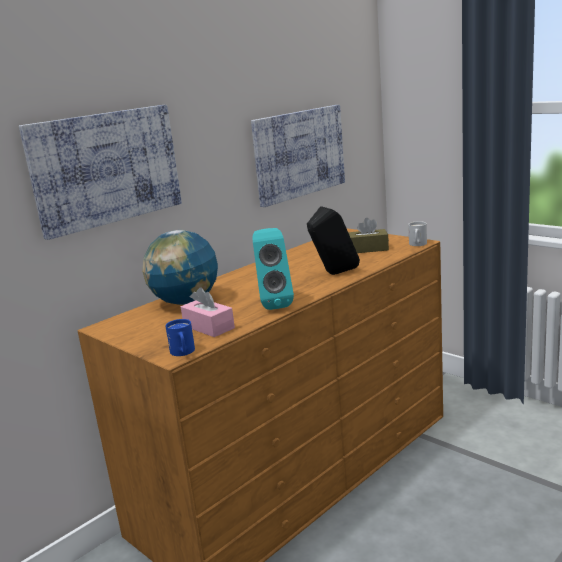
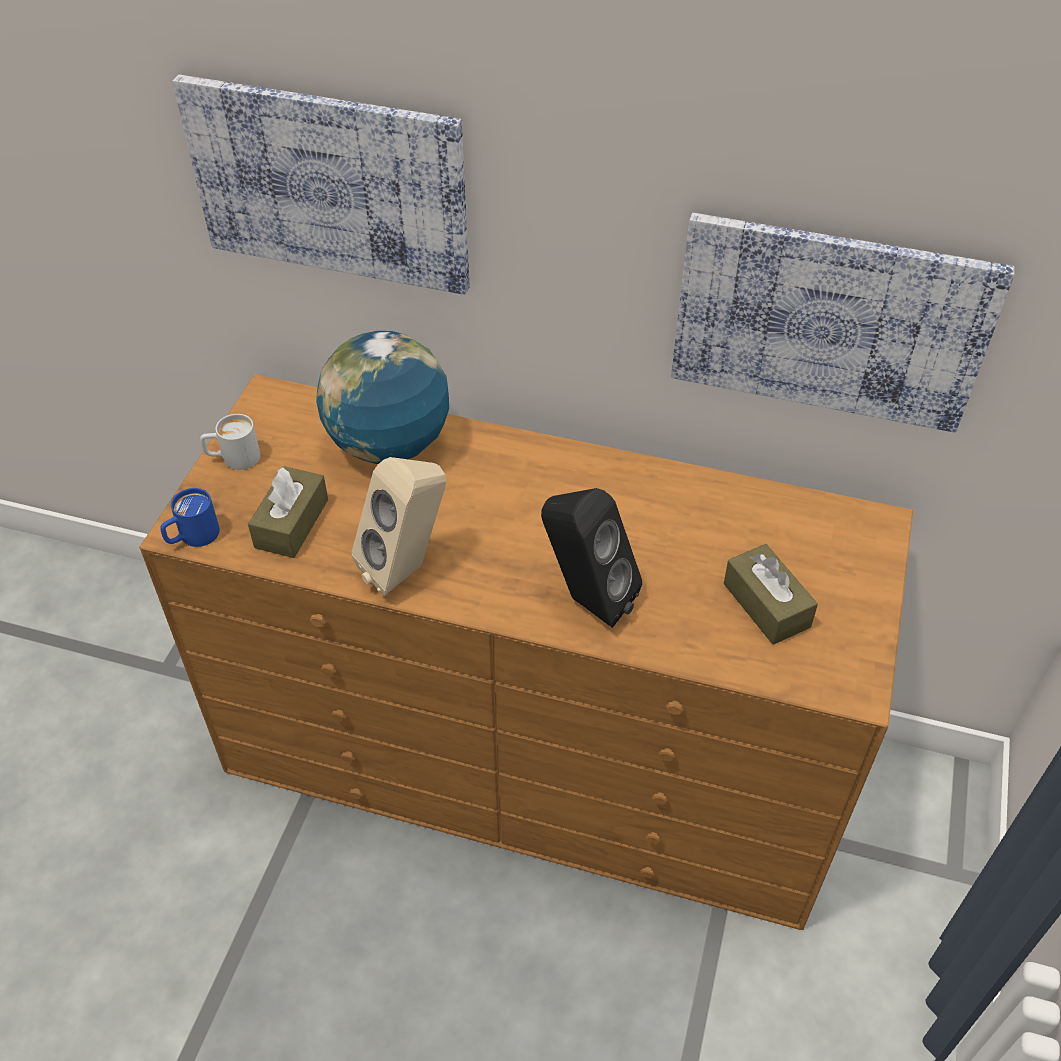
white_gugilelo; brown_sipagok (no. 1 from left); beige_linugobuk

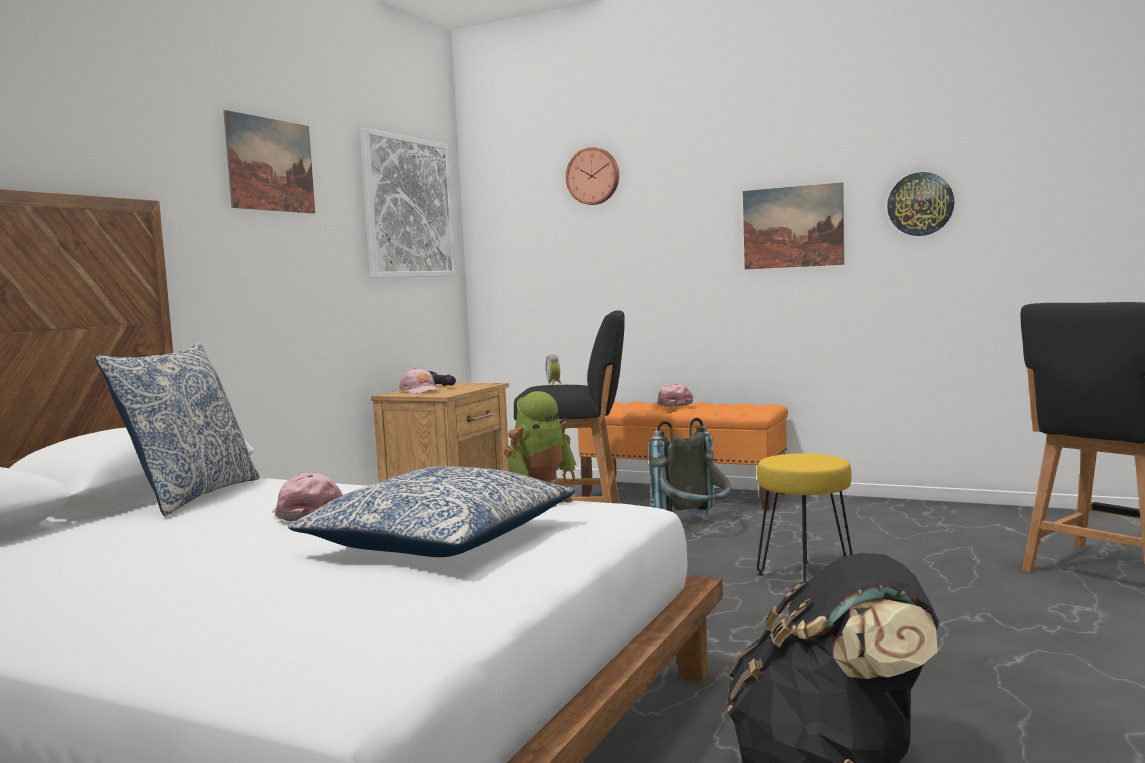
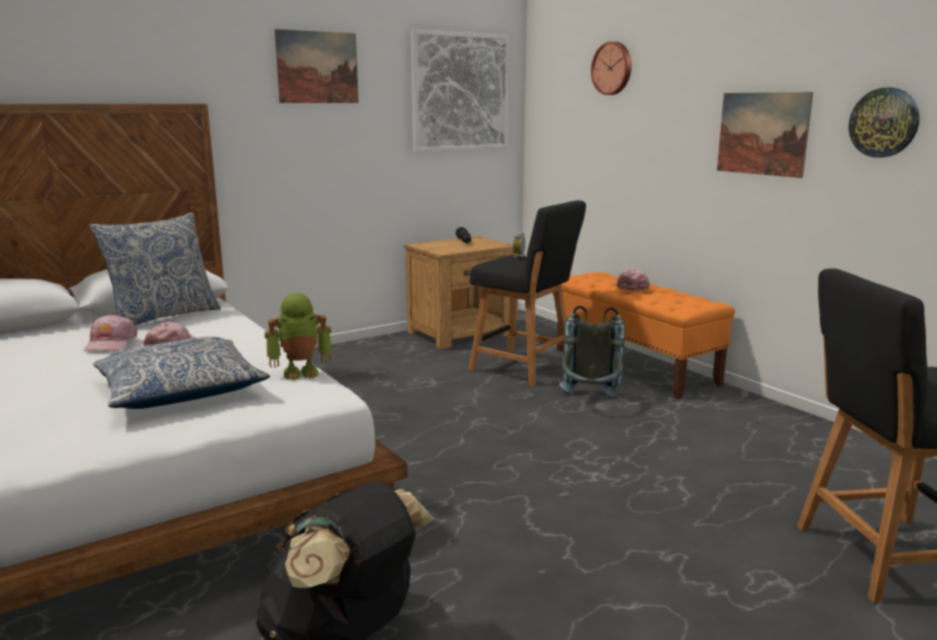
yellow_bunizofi; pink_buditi (no. 1 from left)

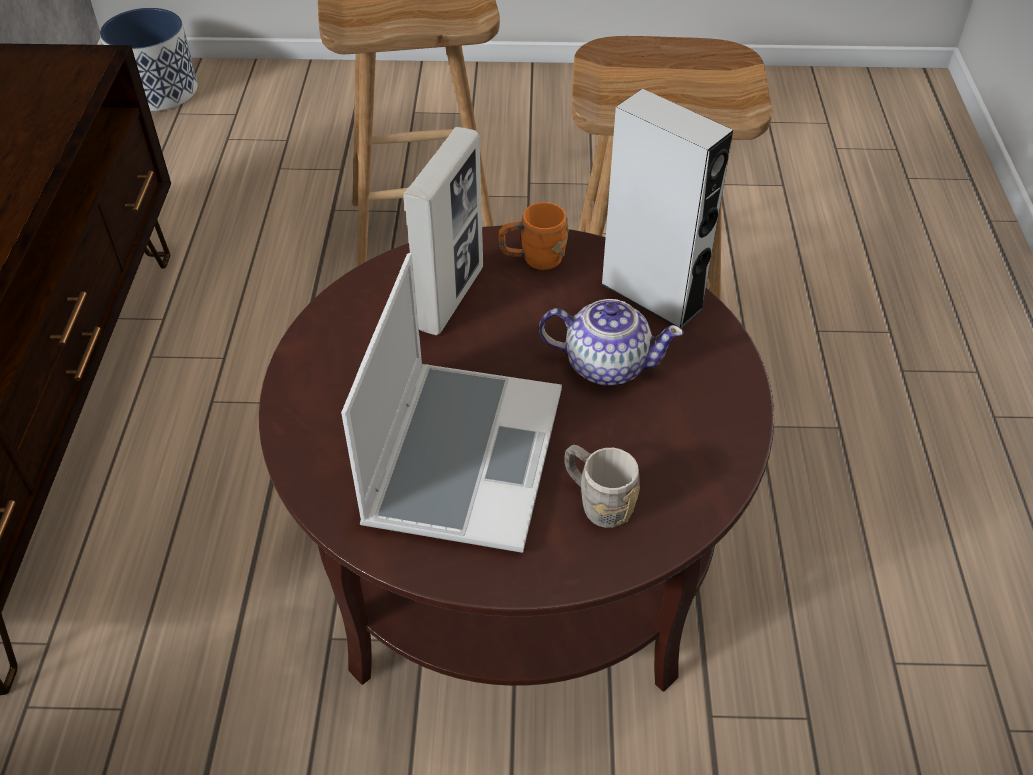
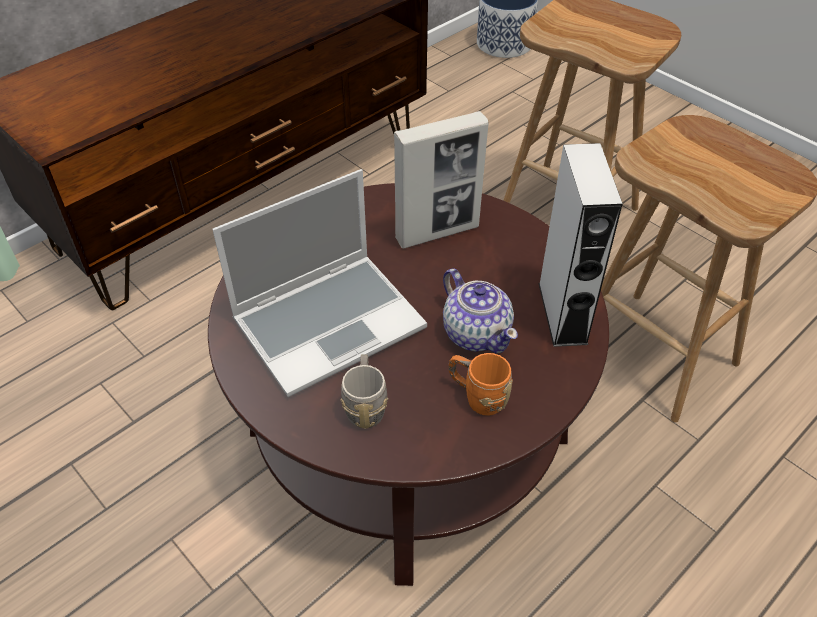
orange_gugilelo

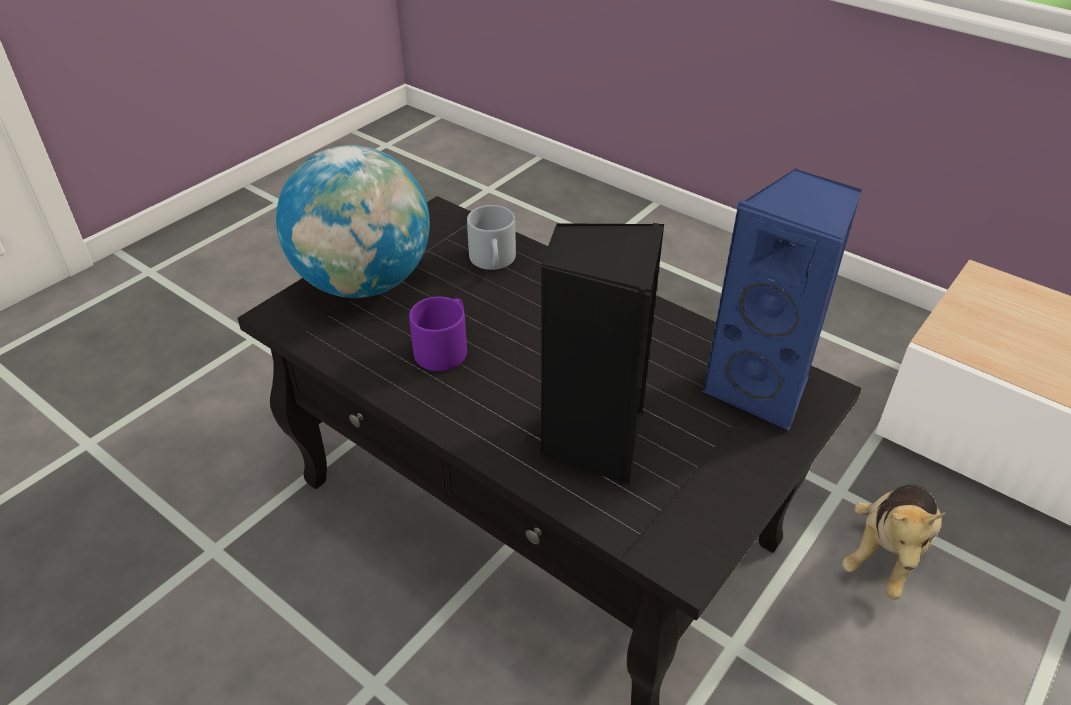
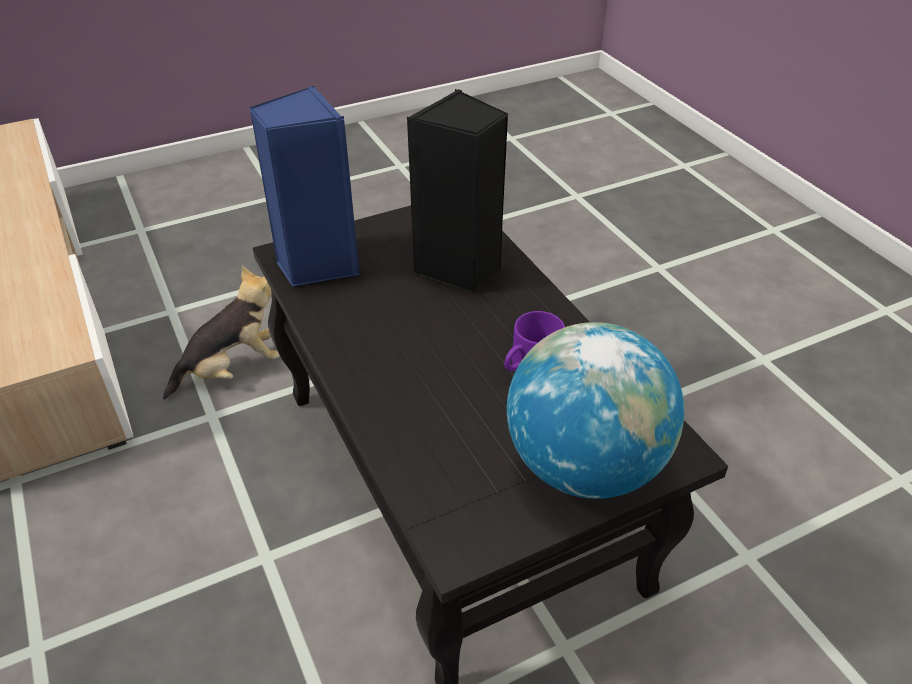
grey_gugilelo

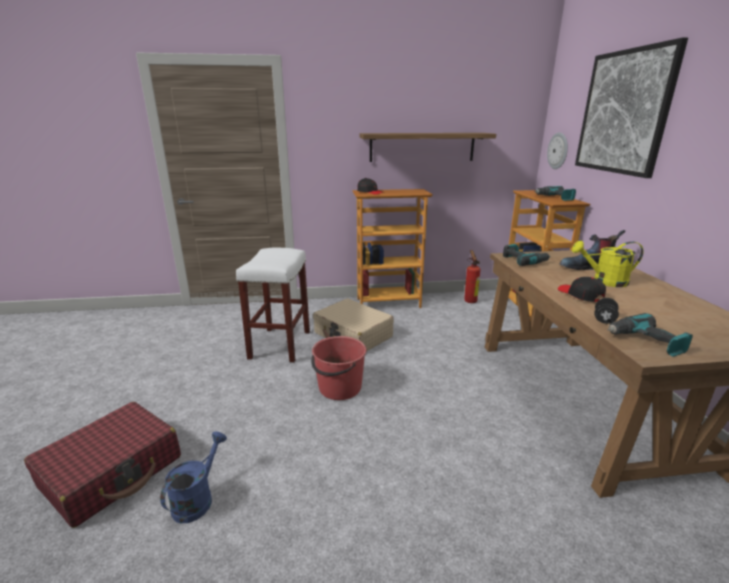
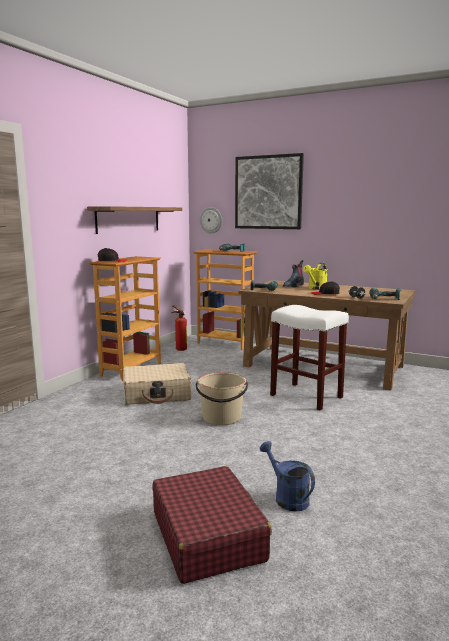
white_bunizofi; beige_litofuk

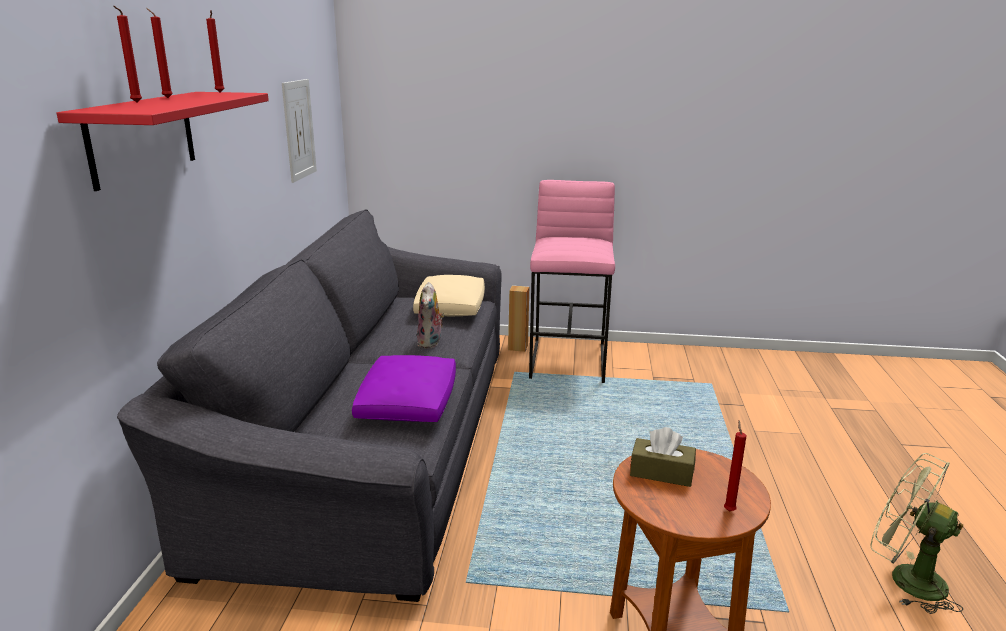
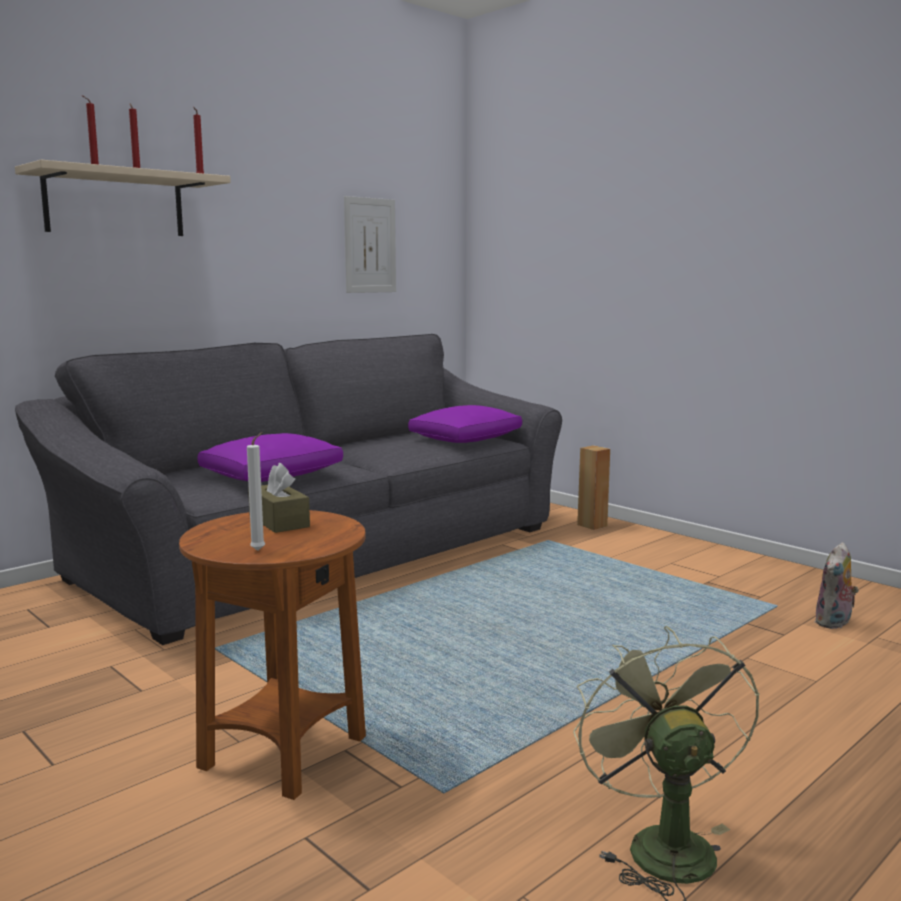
pink_bunizofi; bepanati; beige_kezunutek; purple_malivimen (no. 2 from left); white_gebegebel

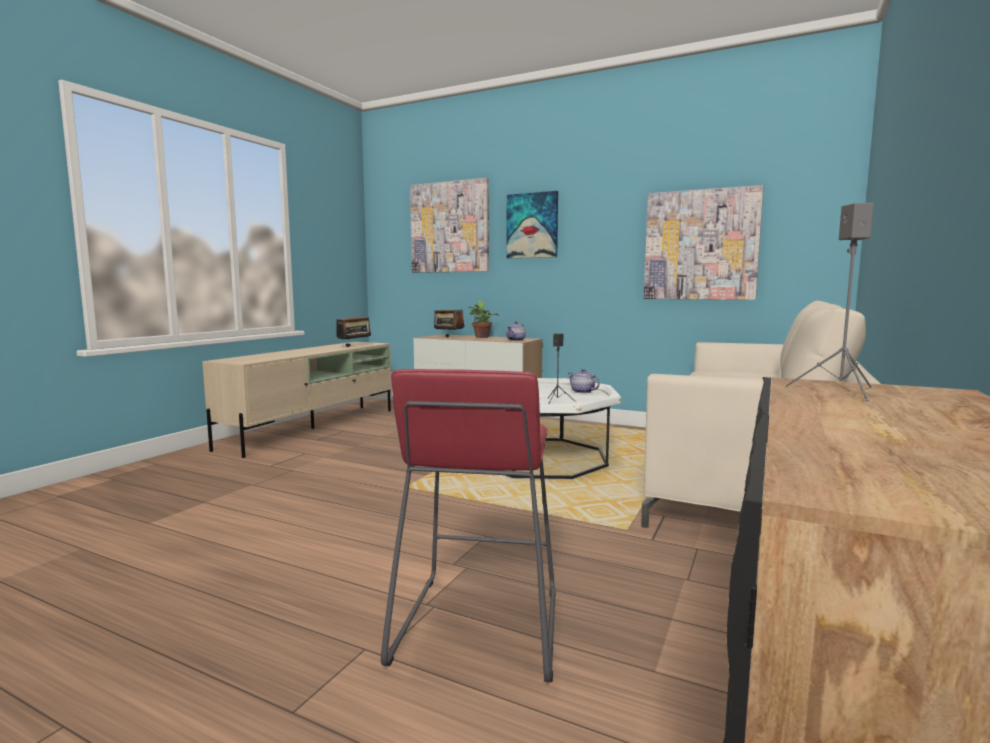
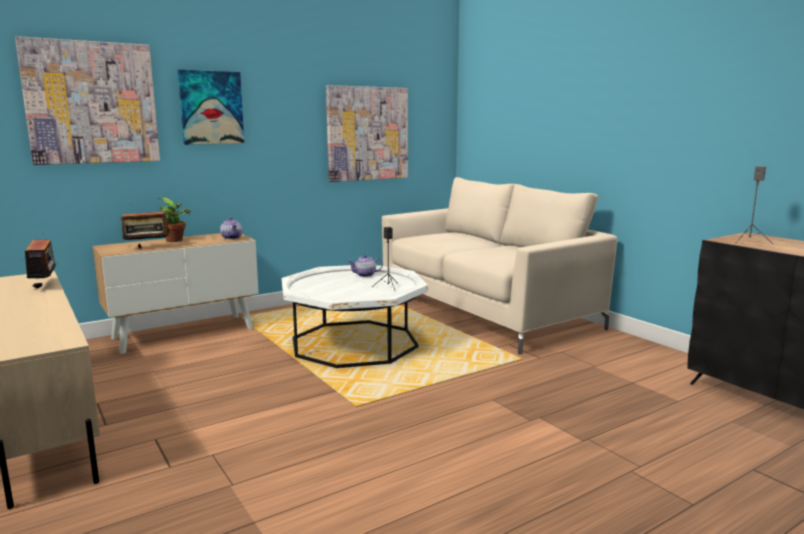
red_bunizofi

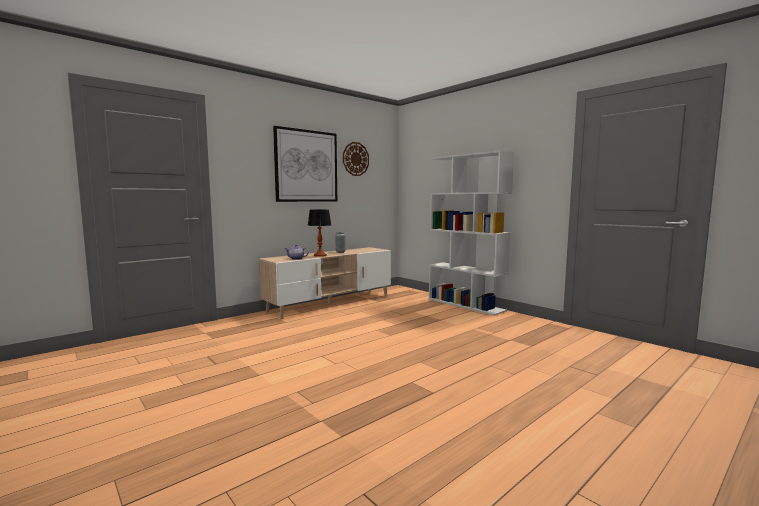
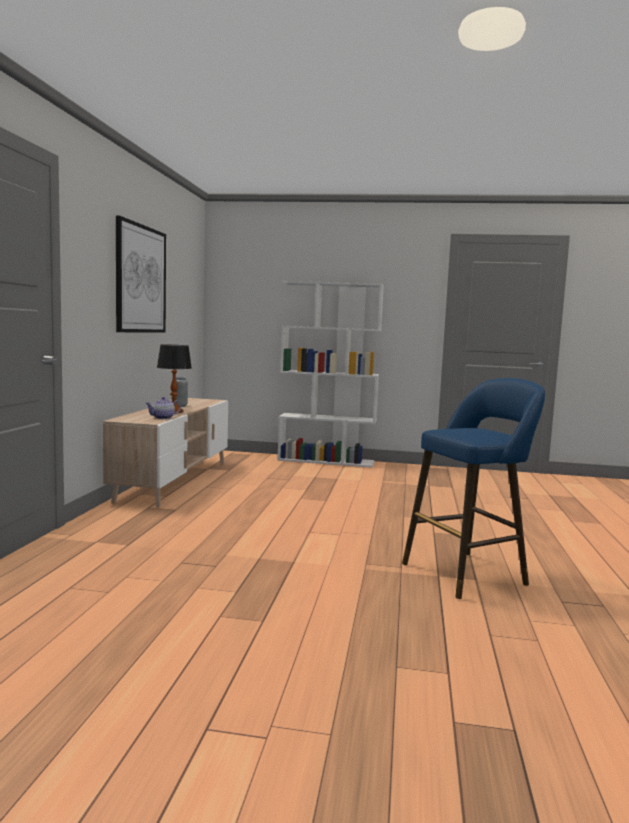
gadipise; blue_bunizofi

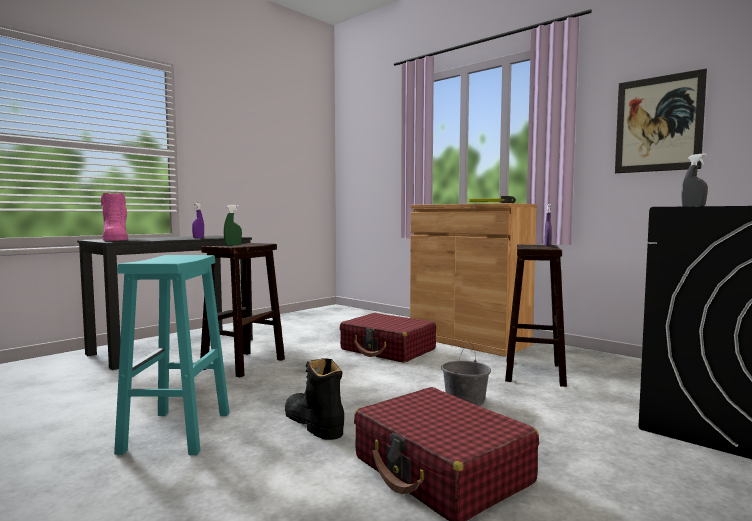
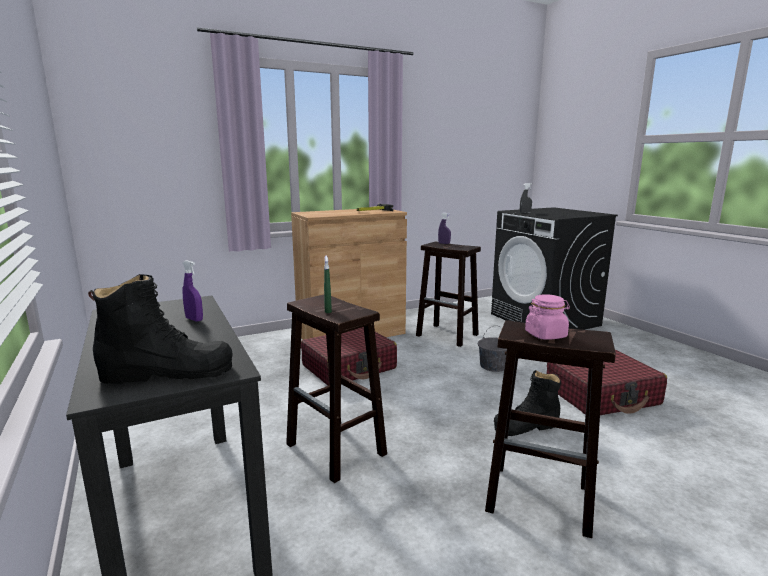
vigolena; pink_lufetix; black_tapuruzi (no. 1 from left); brown_bunizofi (no. 3 from left)

